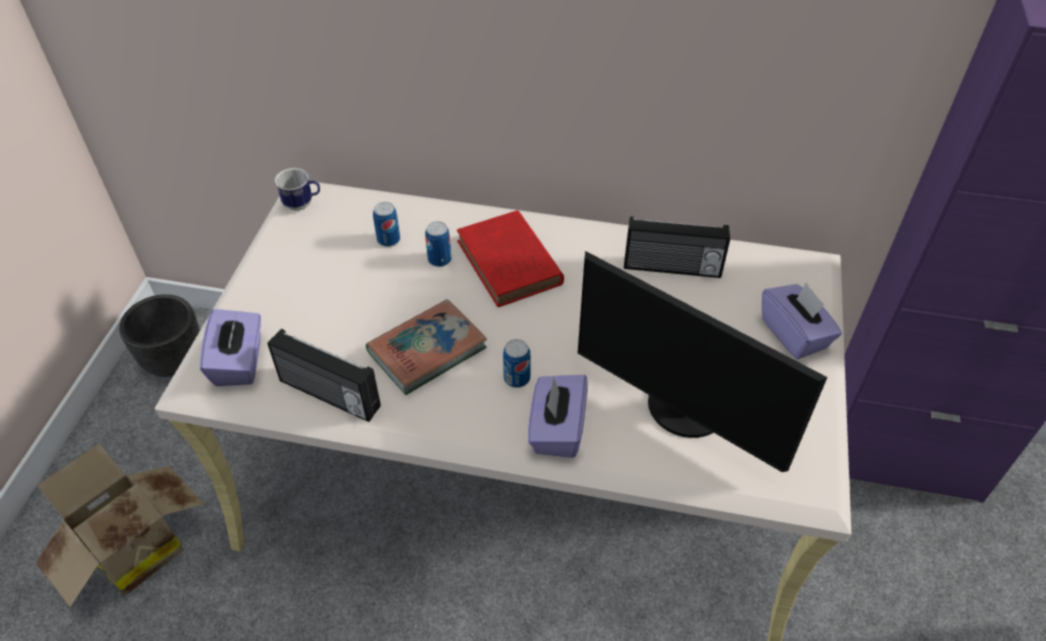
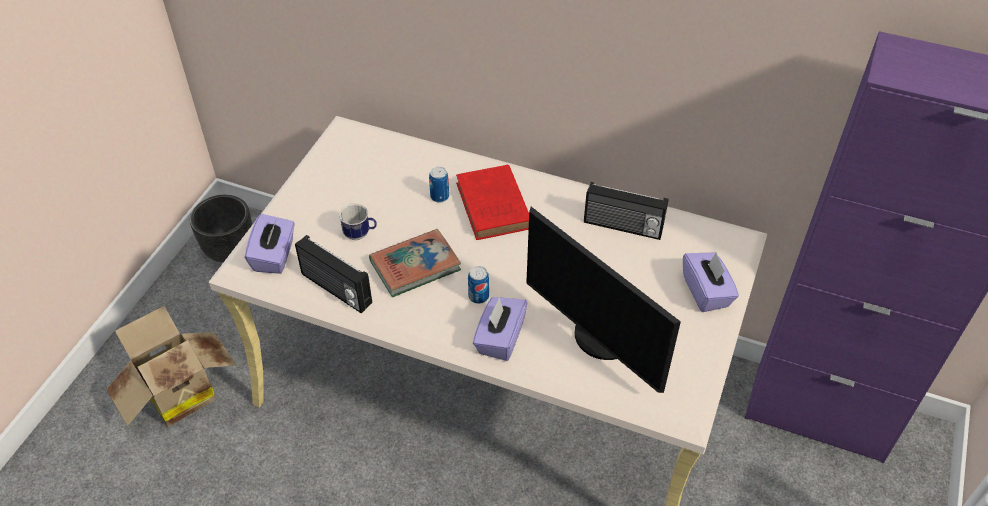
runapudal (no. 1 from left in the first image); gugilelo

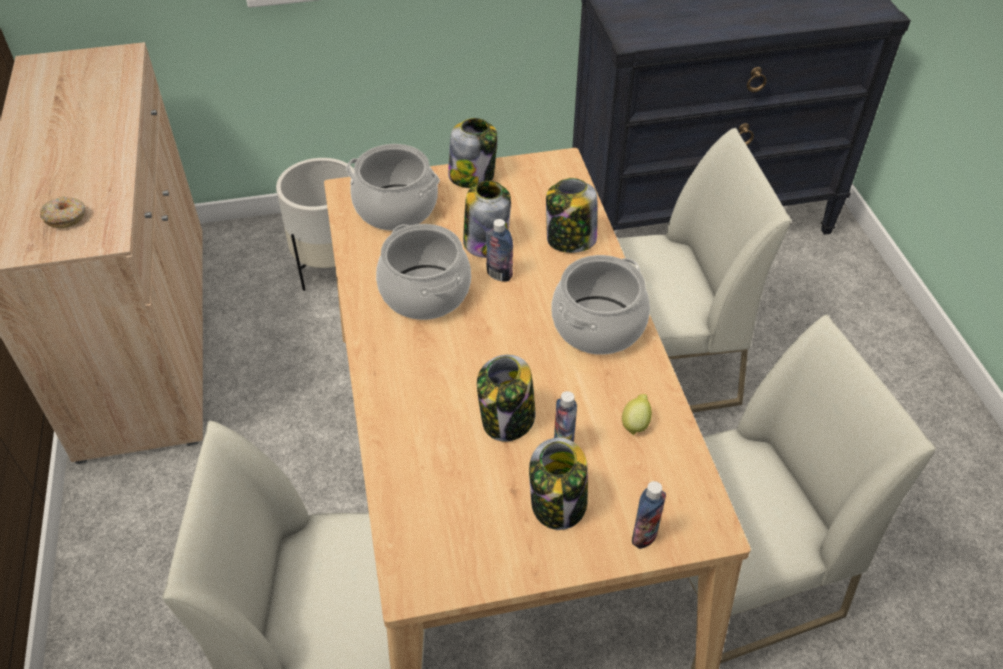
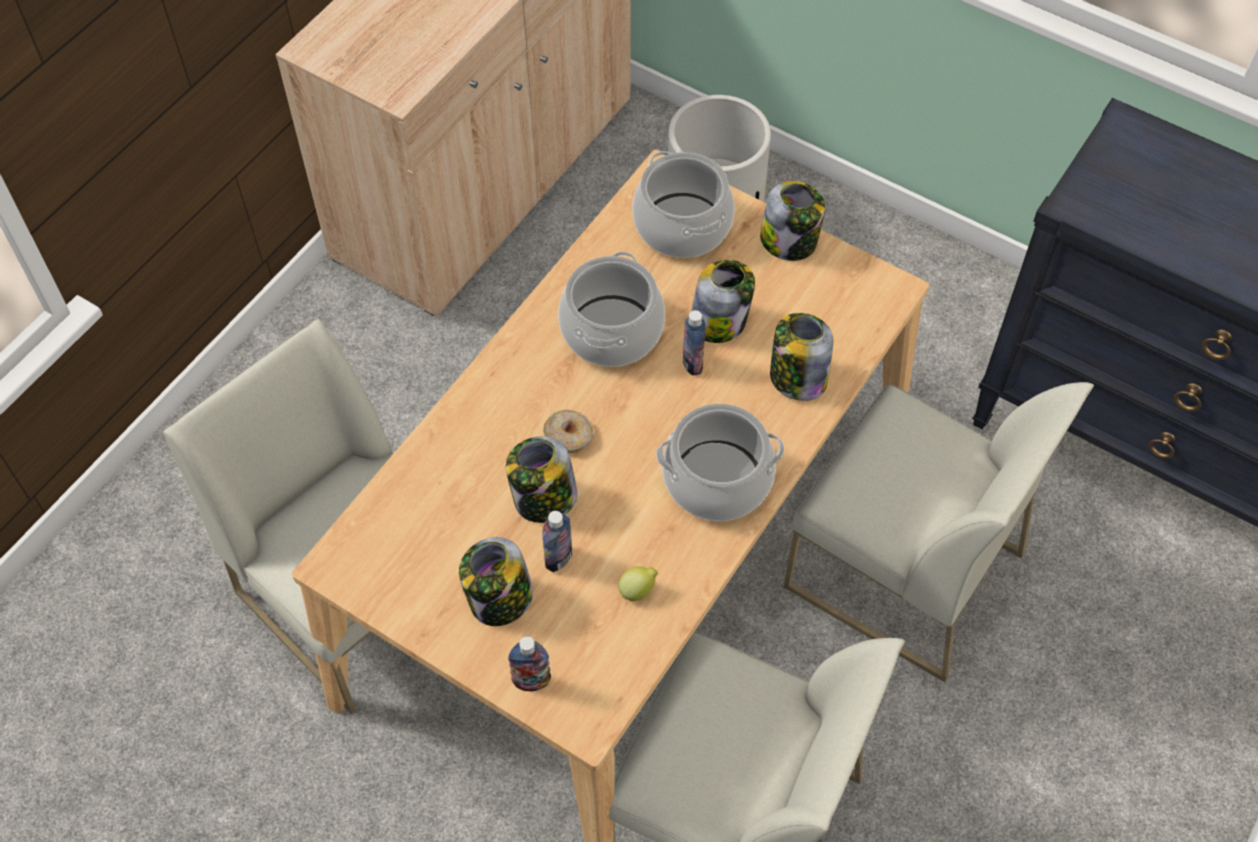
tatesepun

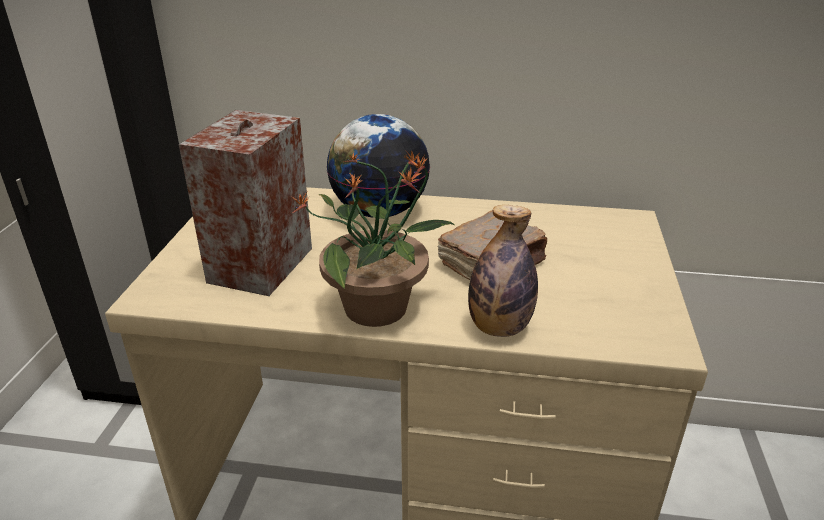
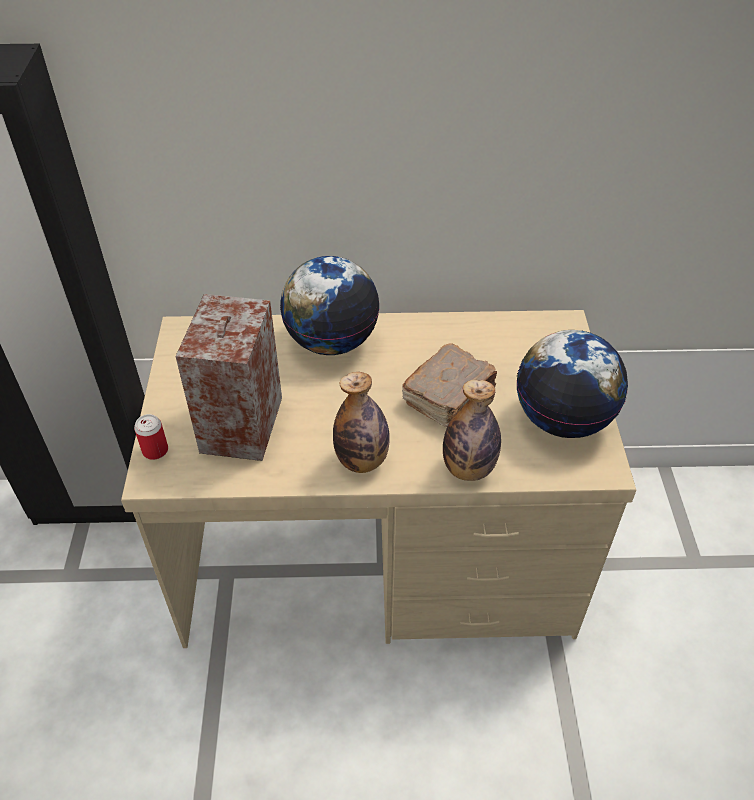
runapudal; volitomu (no. 2 from left); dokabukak (no. 1 from left)

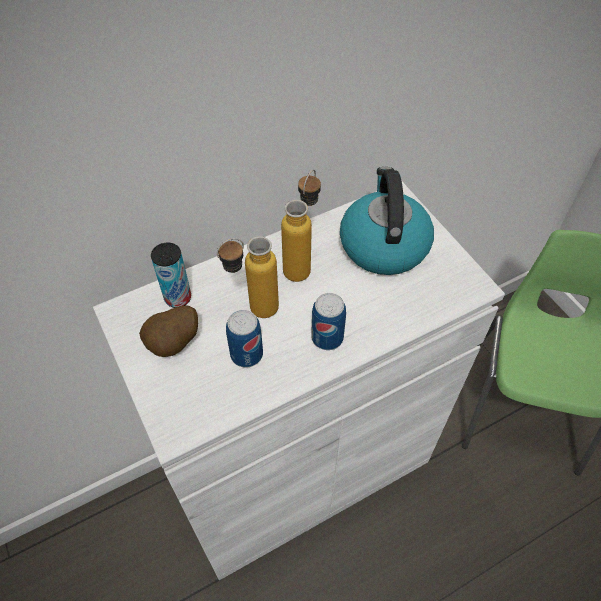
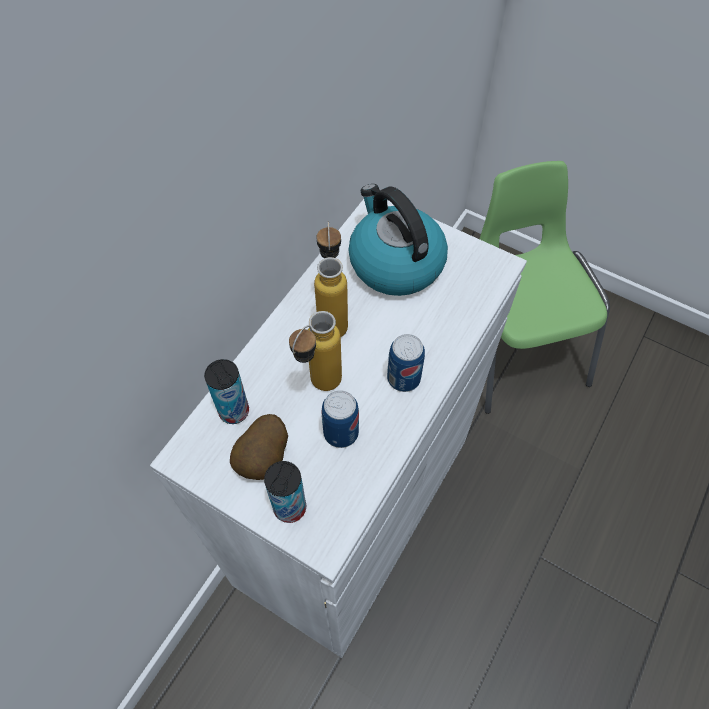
runapudal (no. 2 from left)

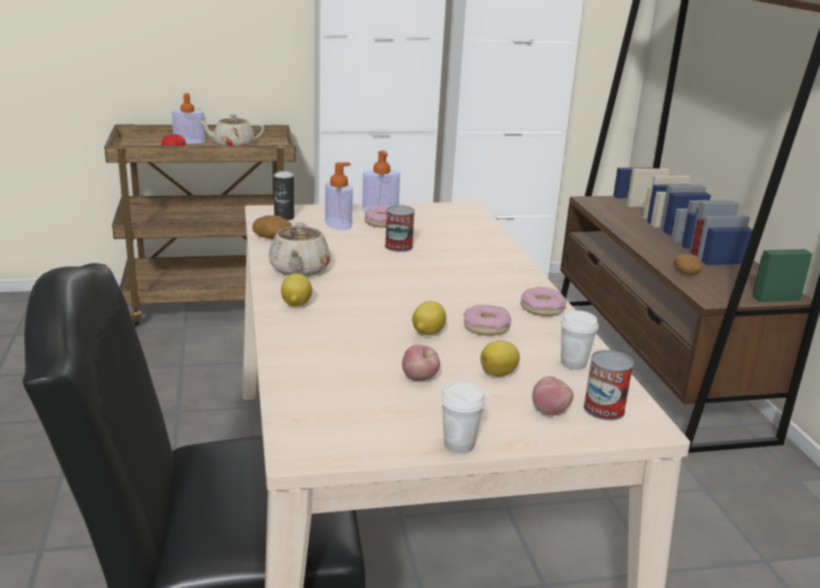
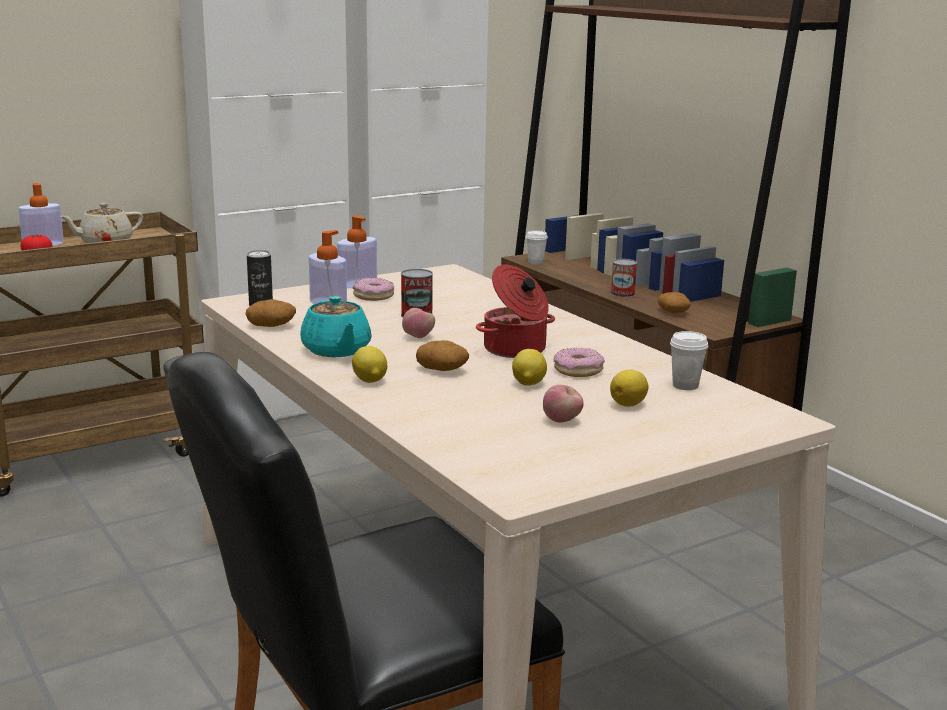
tatesepun (no. 3 from left in the first image); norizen (no. 2 from left); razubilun; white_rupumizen (no. 1 from left); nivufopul (no. 1 from left); runapudal (no. 3 from left); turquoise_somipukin

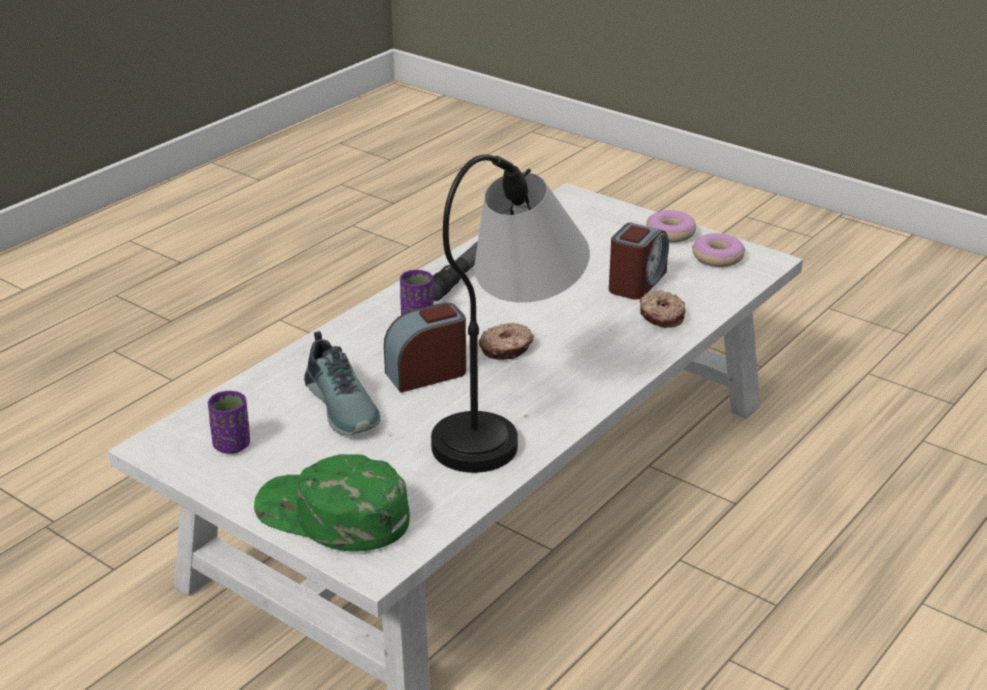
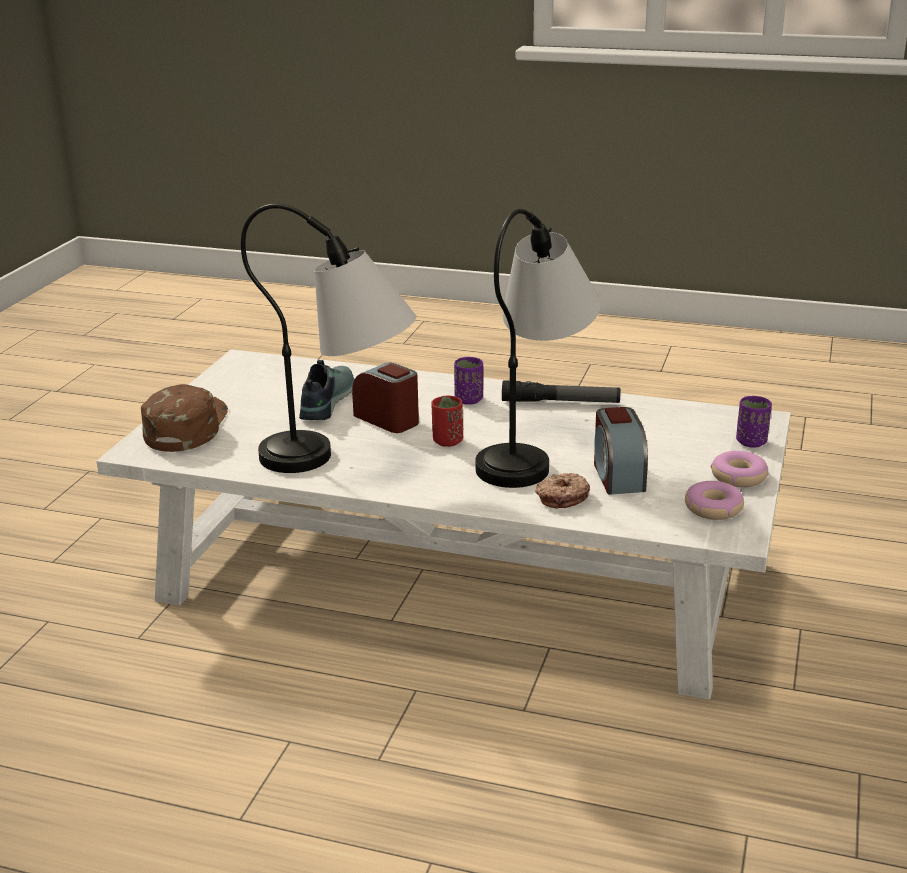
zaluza (no. 2 from left); purple_rupumizen (no. 2 from left); red_rupumizen; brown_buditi; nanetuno; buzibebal (no. 2 from left)

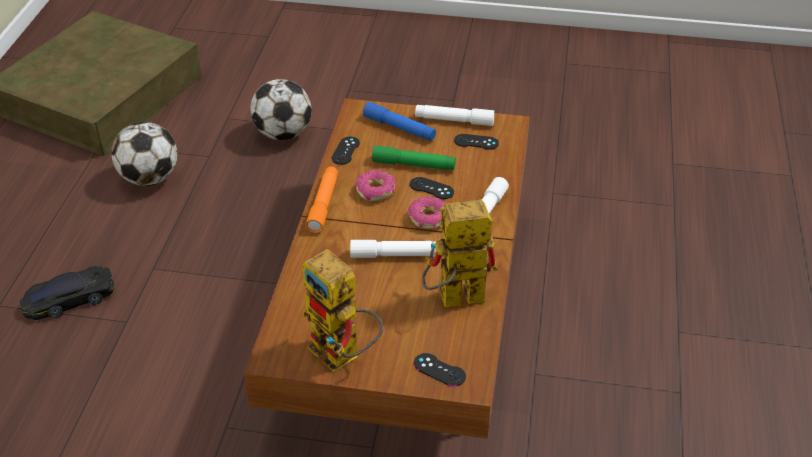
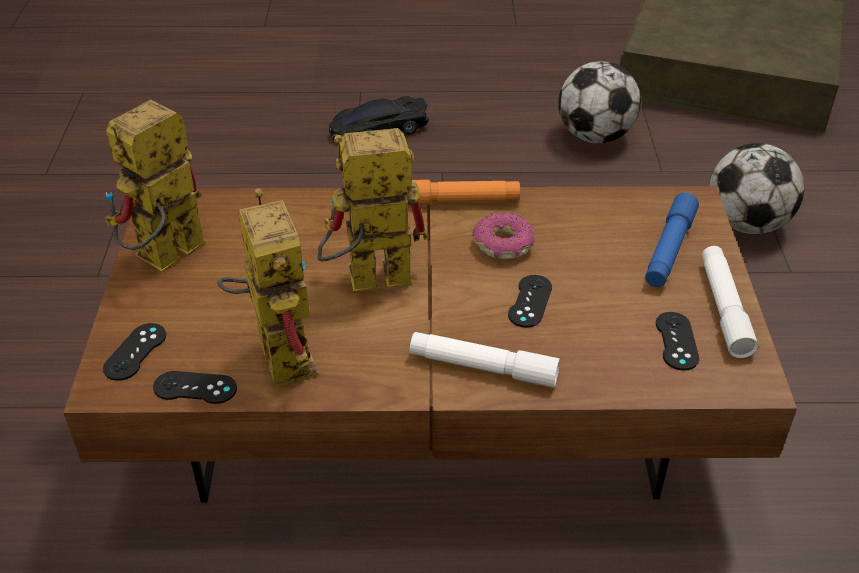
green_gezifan; tatesepun (no. 2 from left in the first image); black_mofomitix (no. 2 from left); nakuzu (no. 3 from left); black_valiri

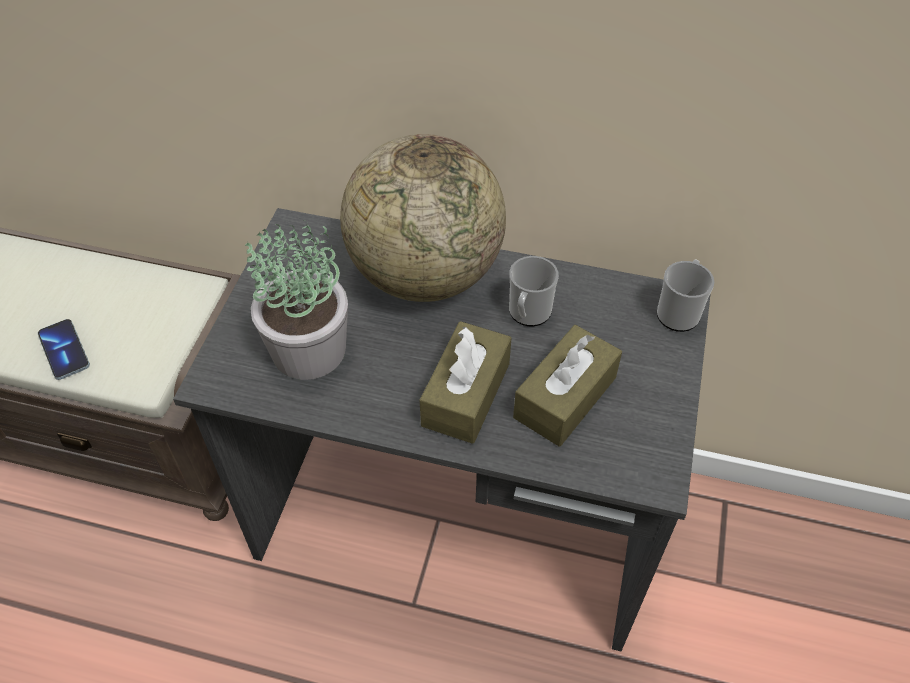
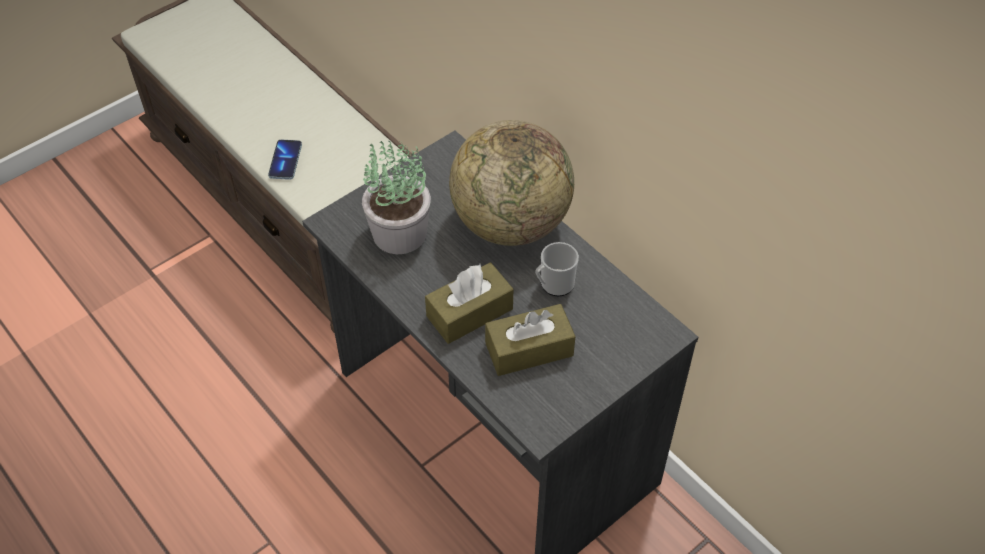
gugilelo (no. 2 from left in the first image)

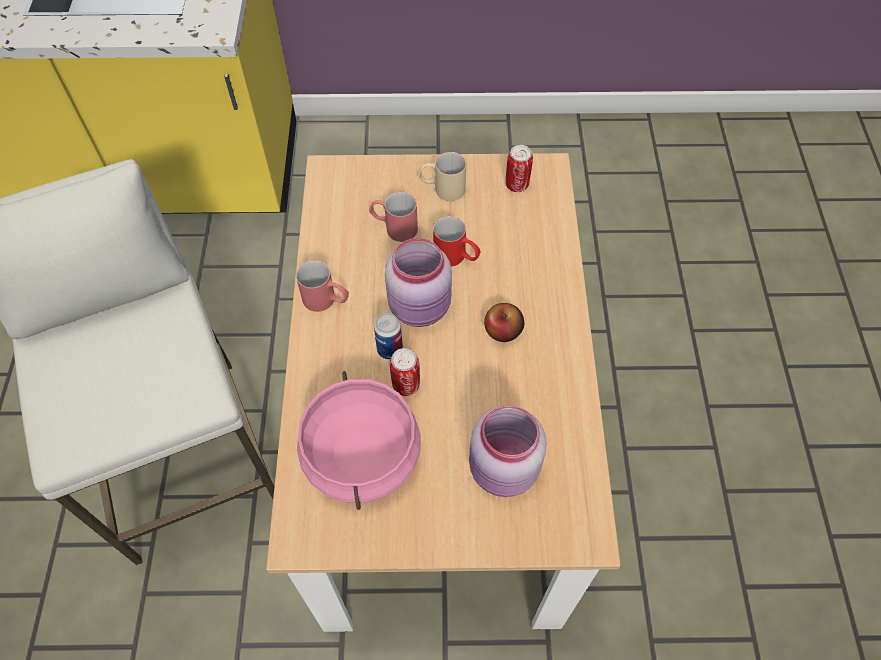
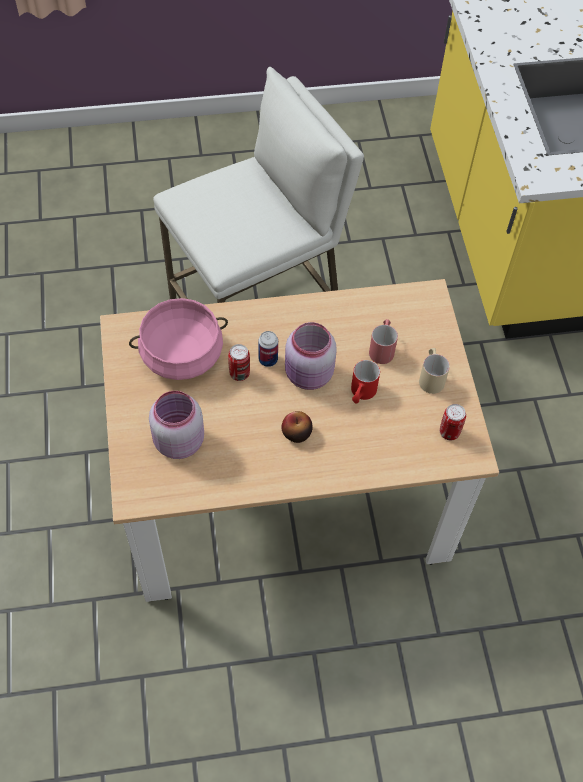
red_gugilelo (no. 1 from left in the first image)

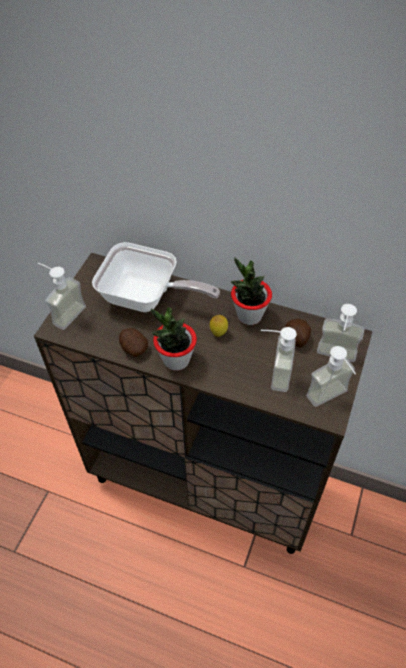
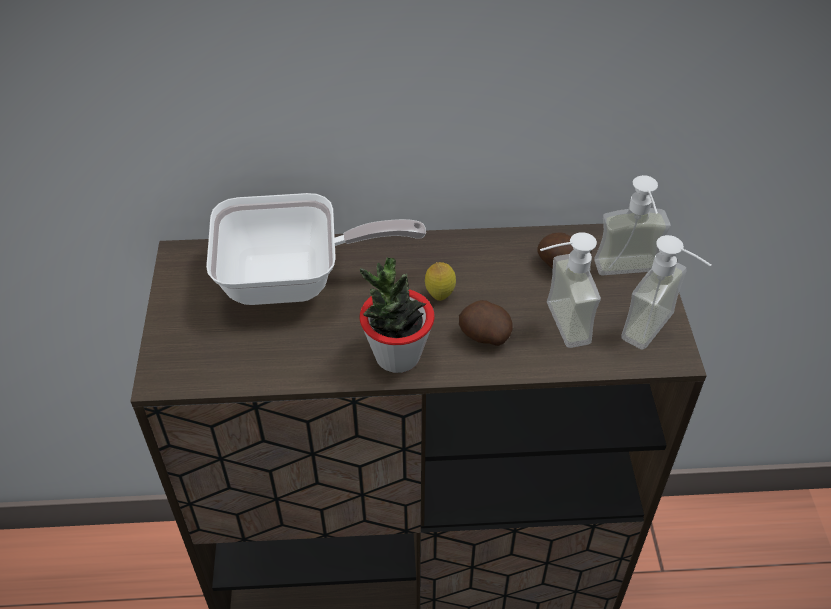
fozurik (no. 1 from left in the first image); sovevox (no. 2 from left in the first image); norizen (no. 1 from left)

